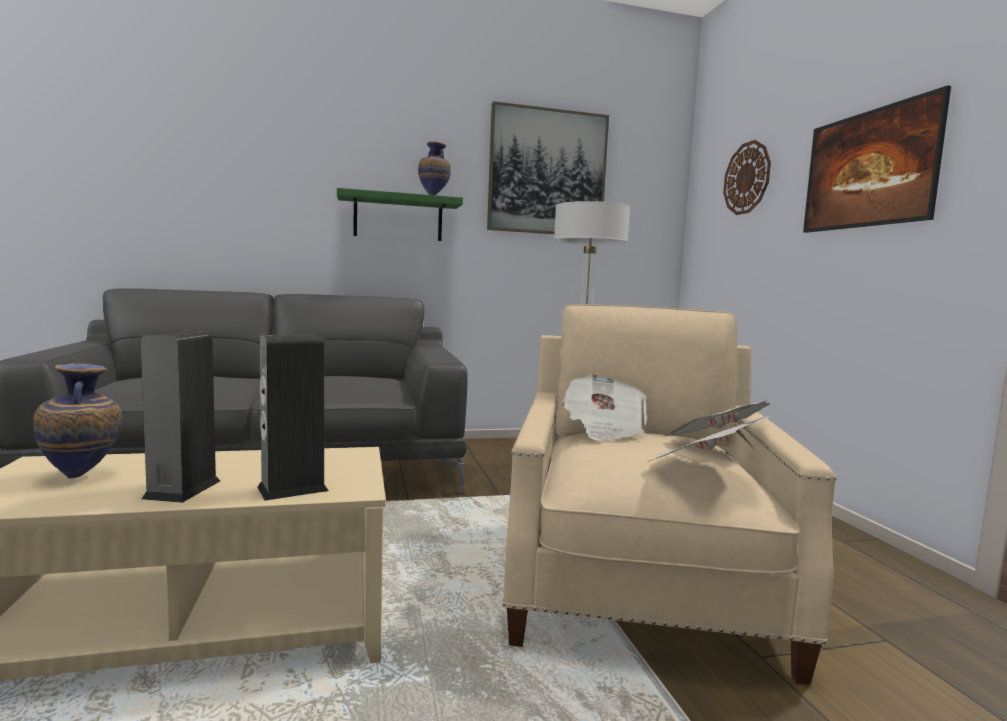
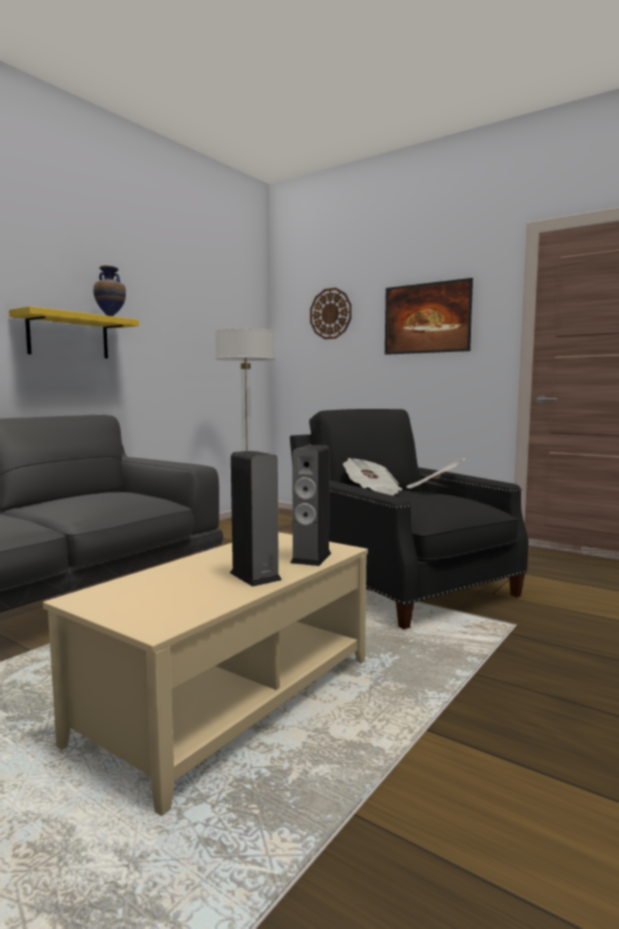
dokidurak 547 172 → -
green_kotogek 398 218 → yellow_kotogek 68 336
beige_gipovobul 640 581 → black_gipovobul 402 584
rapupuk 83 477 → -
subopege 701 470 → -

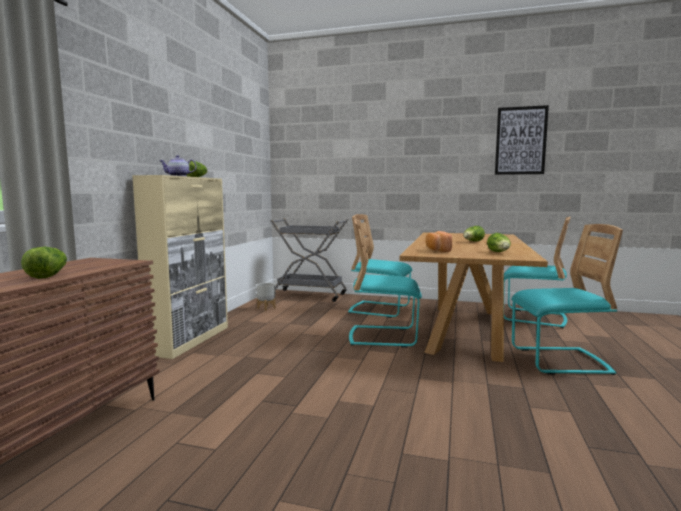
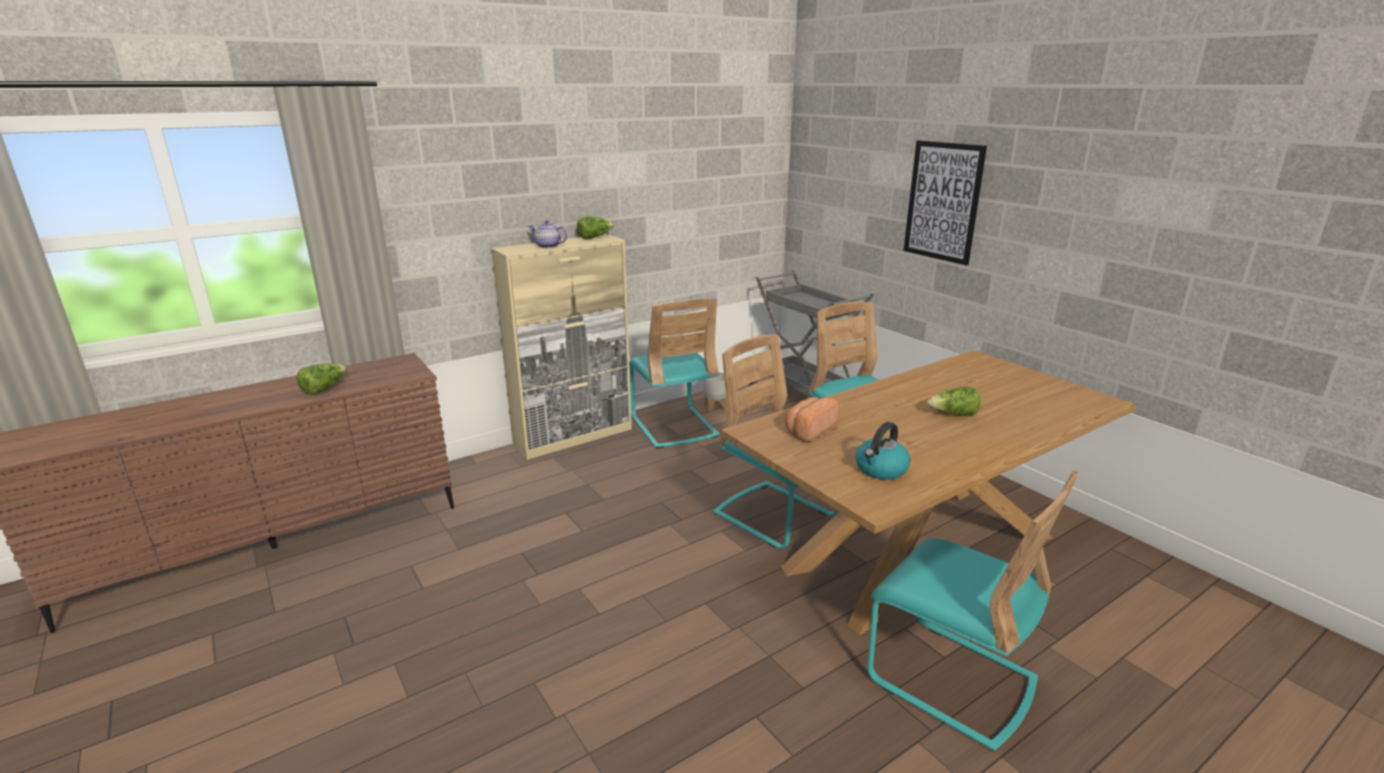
dokidurak 520 141 → dokidurak 943 202, shifted
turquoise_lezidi 533 318 → turquoise_lezidi 673 426, shifted
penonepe 499 252 → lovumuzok 881 470

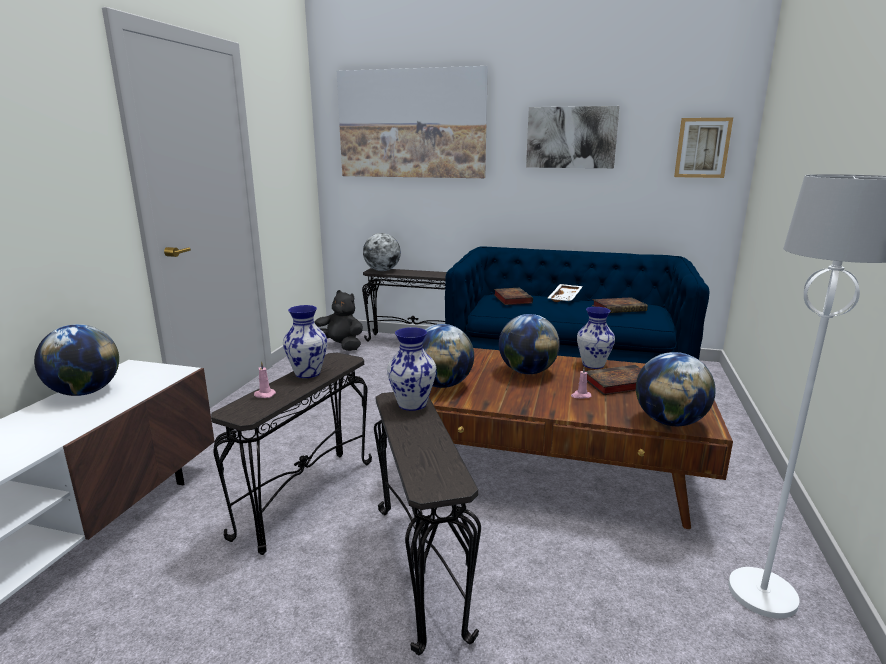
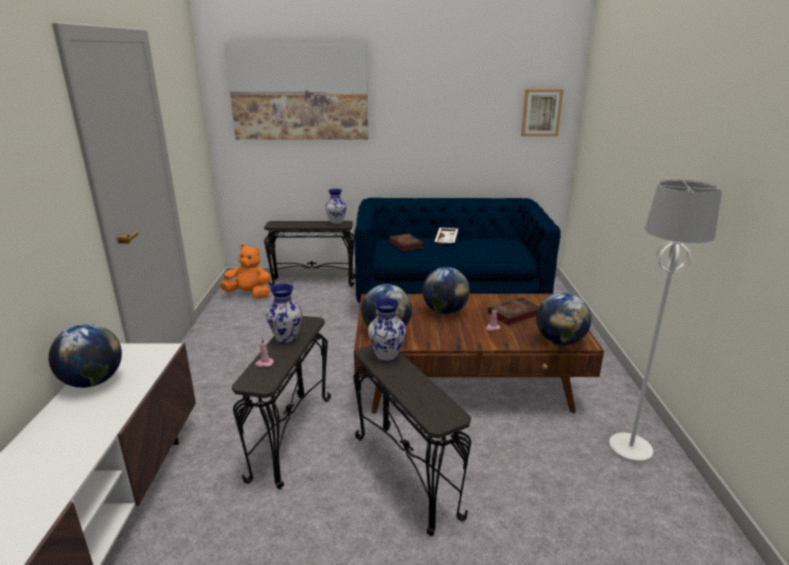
dokidurak 571 137 → -
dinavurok 382 270 → -
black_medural 340 346 → orange_medural 249 294
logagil 619 308 → -
rapupuk 592 365 → rapupuk 336 223, shifted

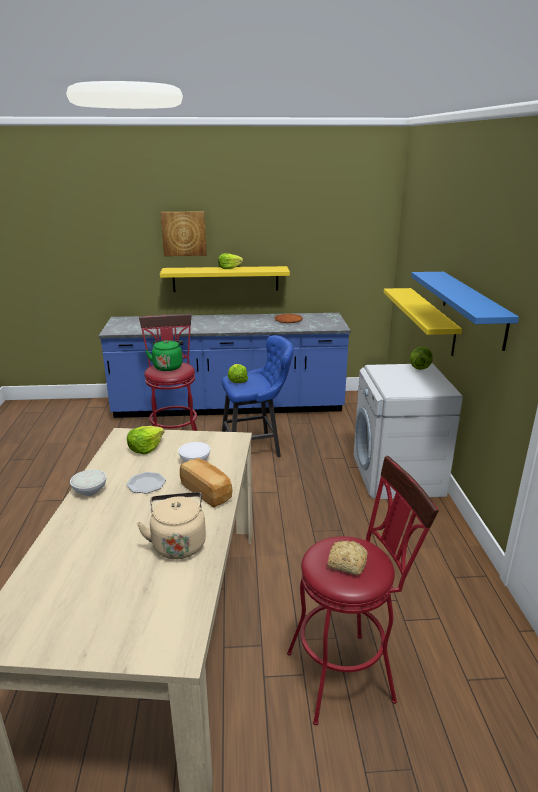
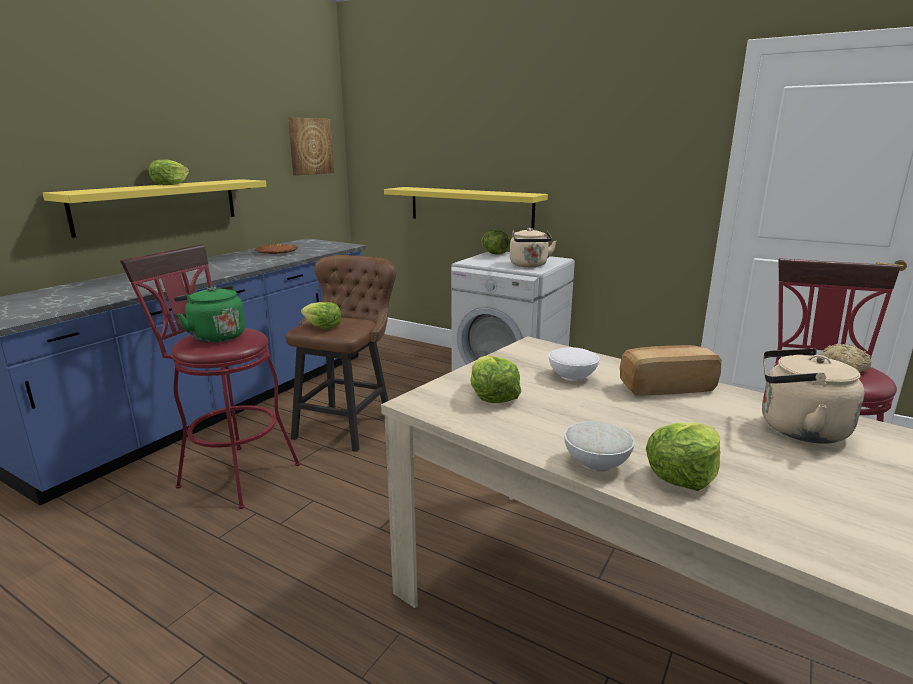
dokidurak 184 233 → dokidurak 310 146, shifted
blue_kotogek 473 308 → -
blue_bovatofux 258 447 → brown_bovatofux 349 422
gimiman 146 484 → -
- → beige_lovumuzok 529 265
- → penonepe 682 474

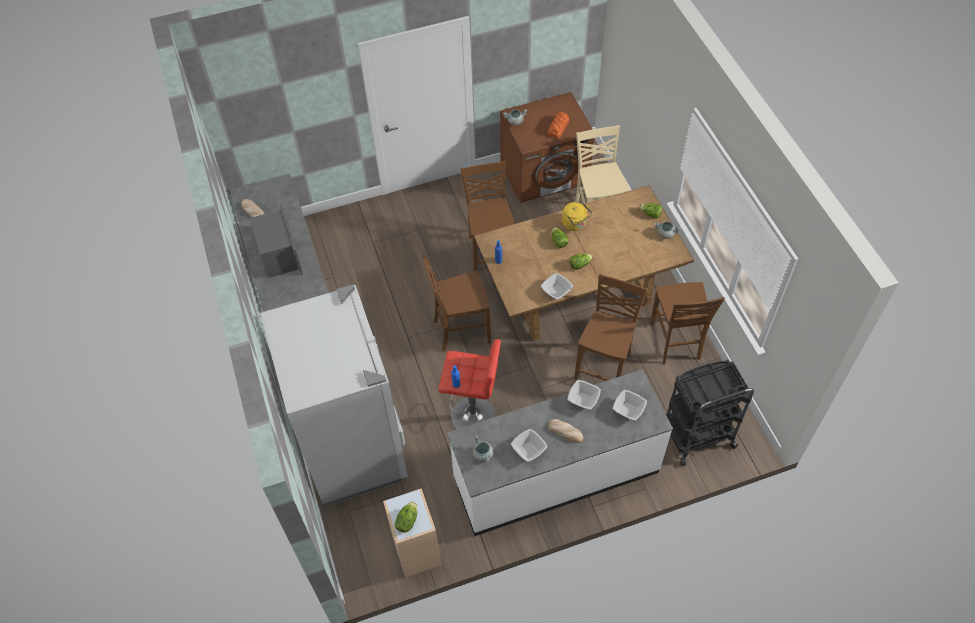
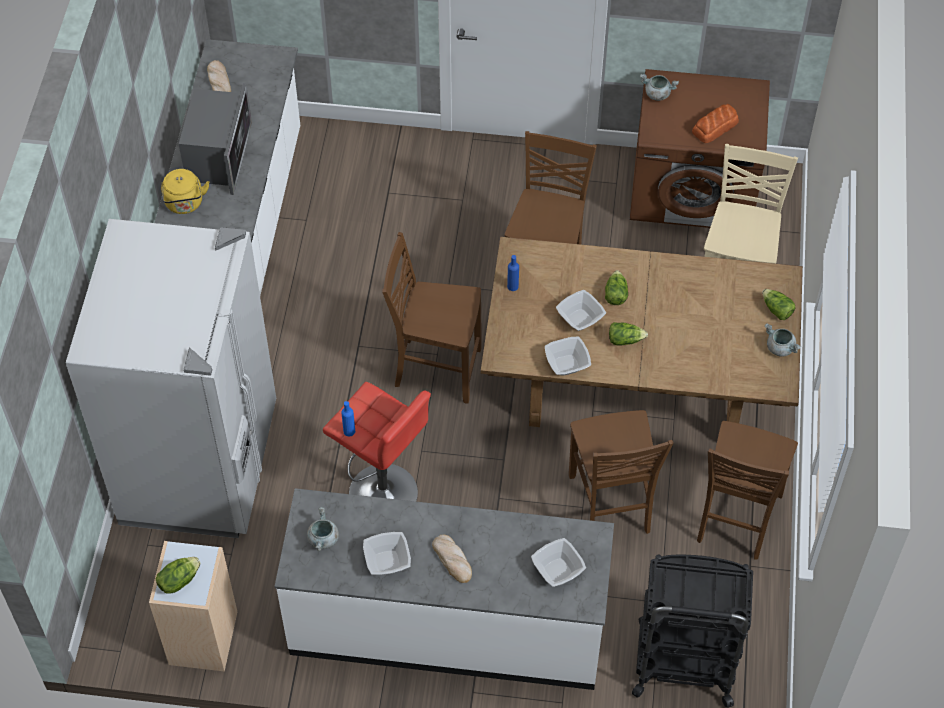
yellow_lovumuzok 575 224 → yellow_lovumuzok 185 204, shifted
brown_lezidi 604 365 → brown_lezidi 610 505, 120 degrees clockwise
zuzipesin 583 400 → zuzipesin 579 320, shifted

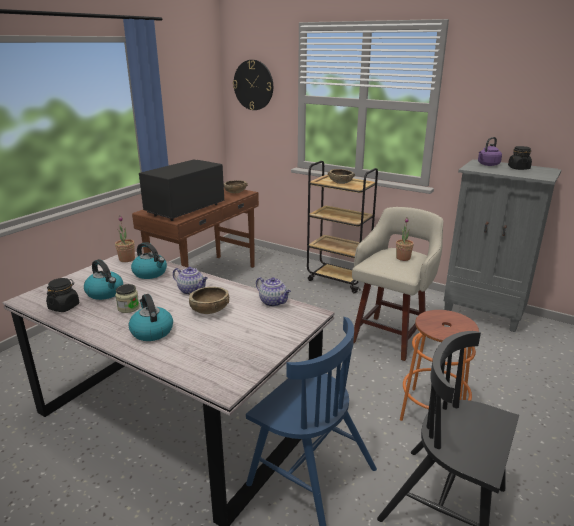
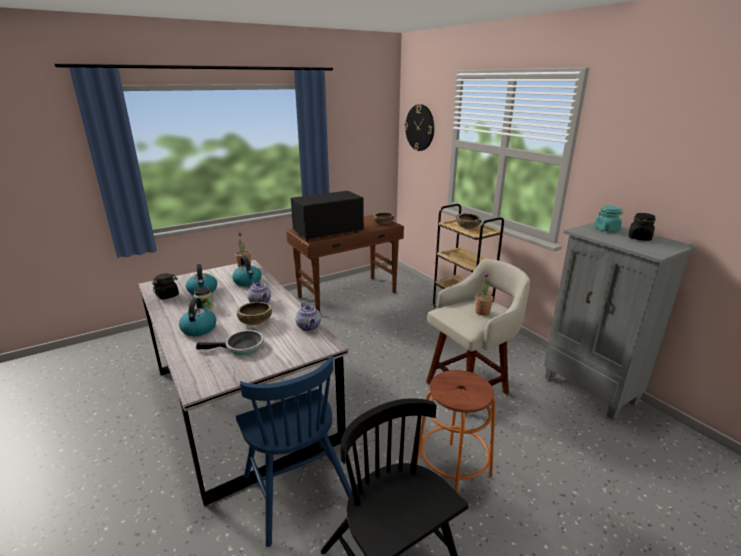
purple_lovumuzok 487 165 → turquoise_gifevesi 606 229
- → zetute 241 347

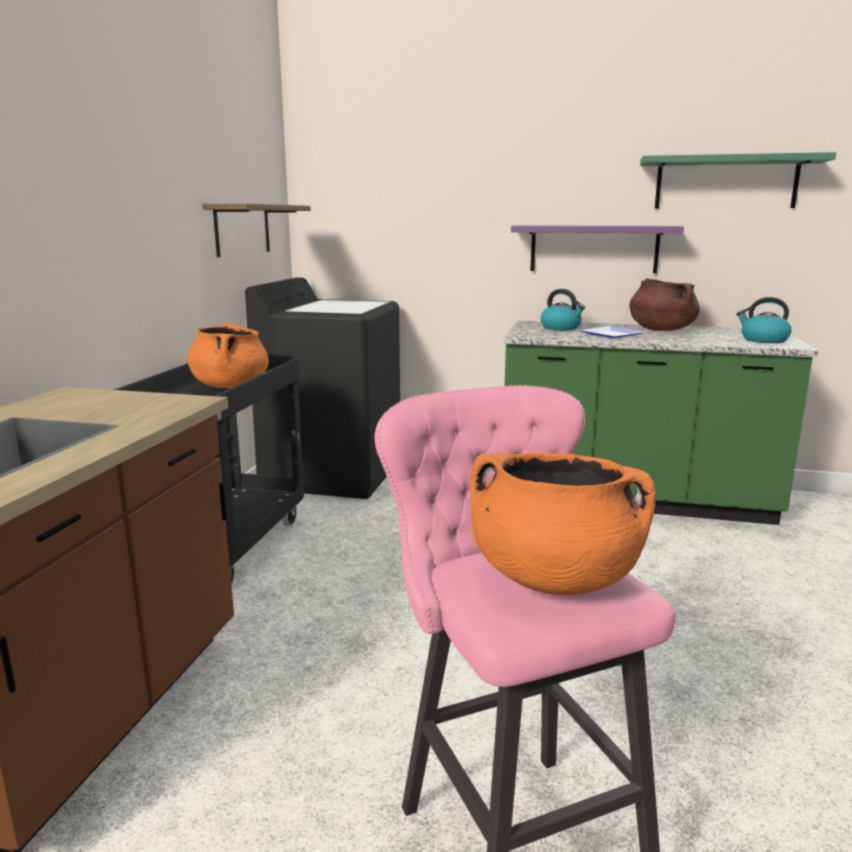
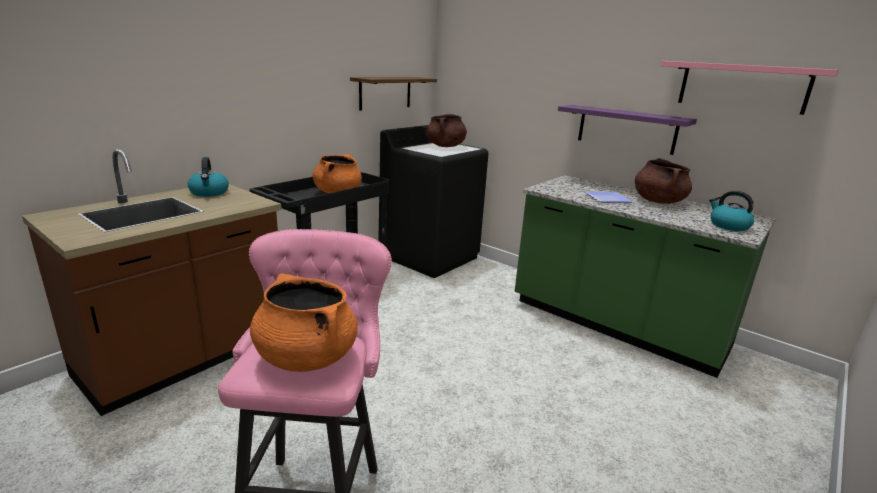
green_kotogek 726 183 → pink_kotogek 742 87
lovumuzok 561 328 → lovumuzok 209 193, shifted
- → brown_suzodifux 445 146

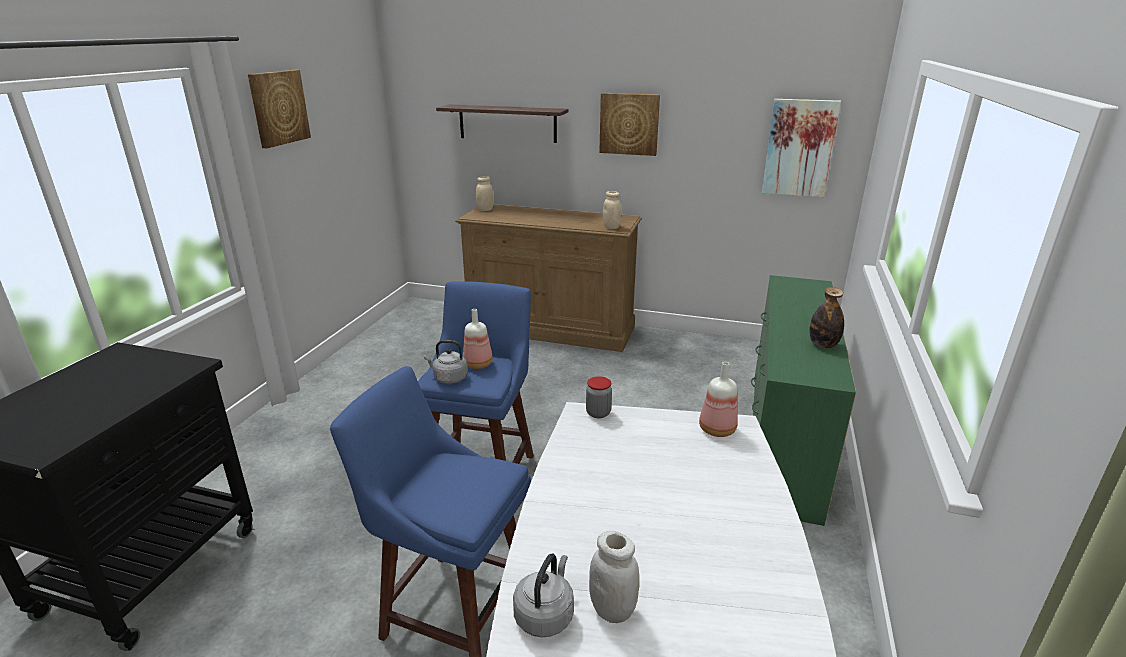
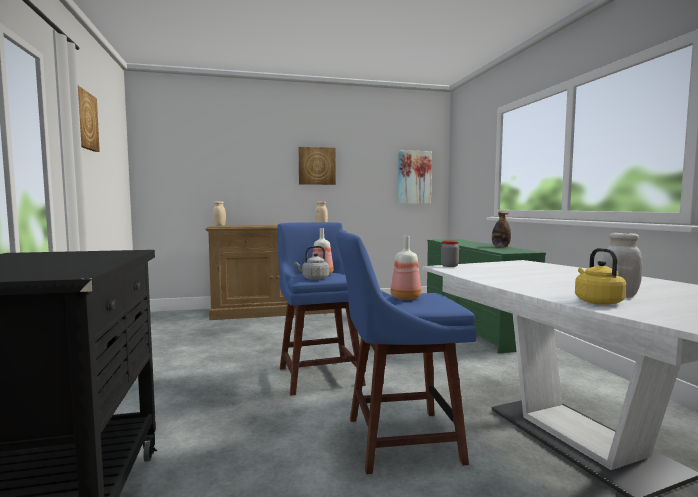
kotogek 507 123 → -
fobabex 716 430 → fobabex 405 298, shifted
grey_lovumuzok 545 614 → yellow_lovumuzok 596 301

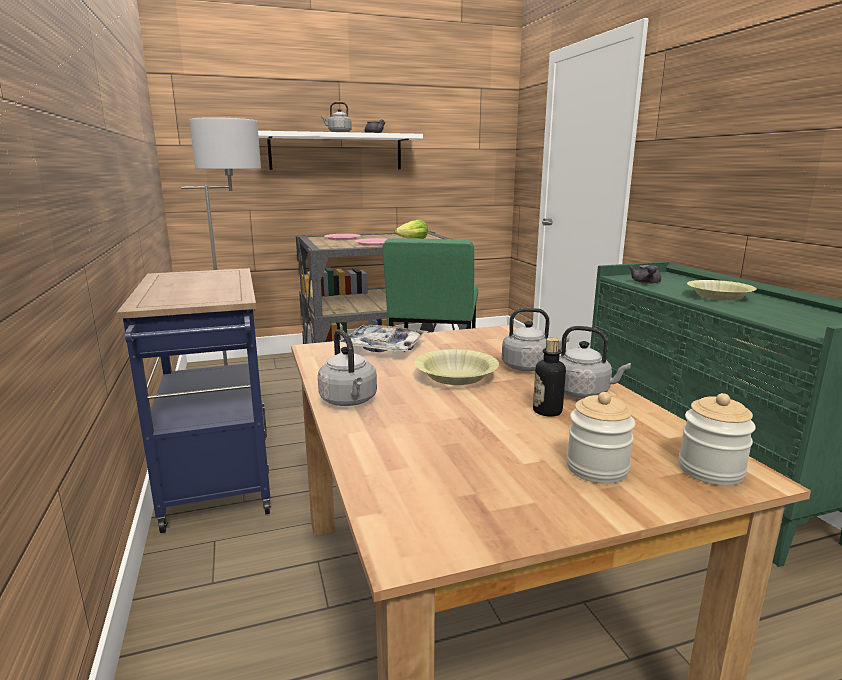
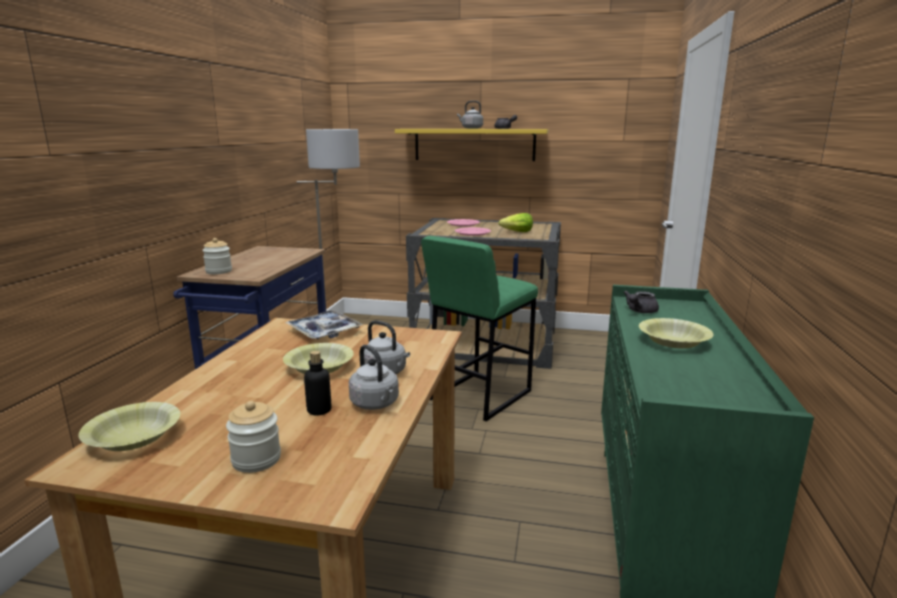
white_kotogek 336 152 → yellow_kotogek 474 144
grey_lovumuzok 349 401 → -
gifevesi 710 470 → gifevesi 219 271, shifted
- → yellow_zuzipesin 134 438

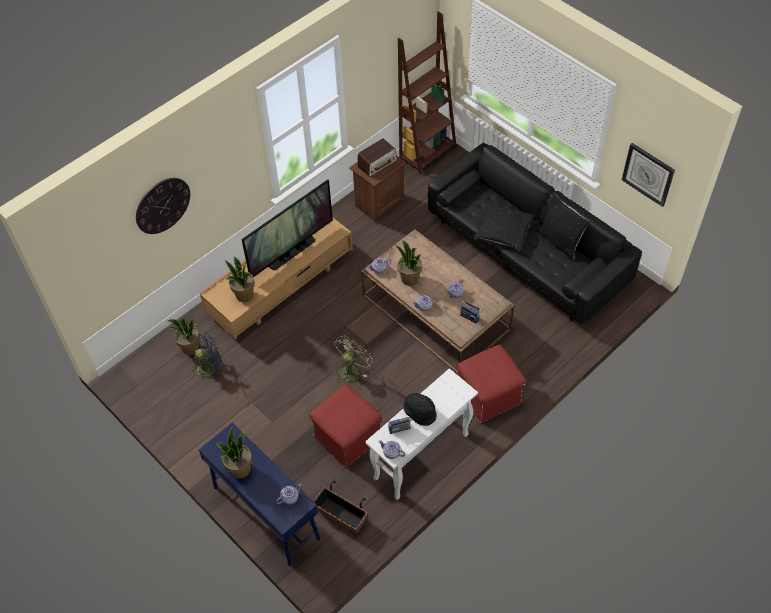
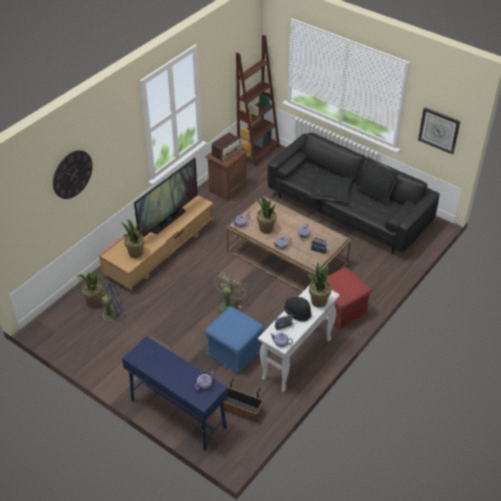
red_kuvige 347 437 → blue_kuvige 234 351
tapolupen 239 469 → tapolupen 318 301, shifted

